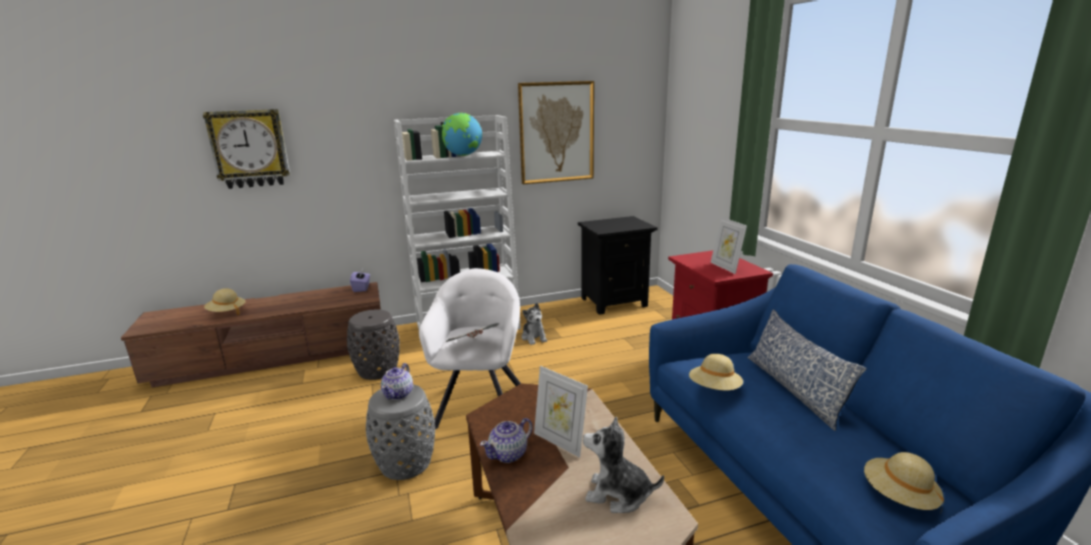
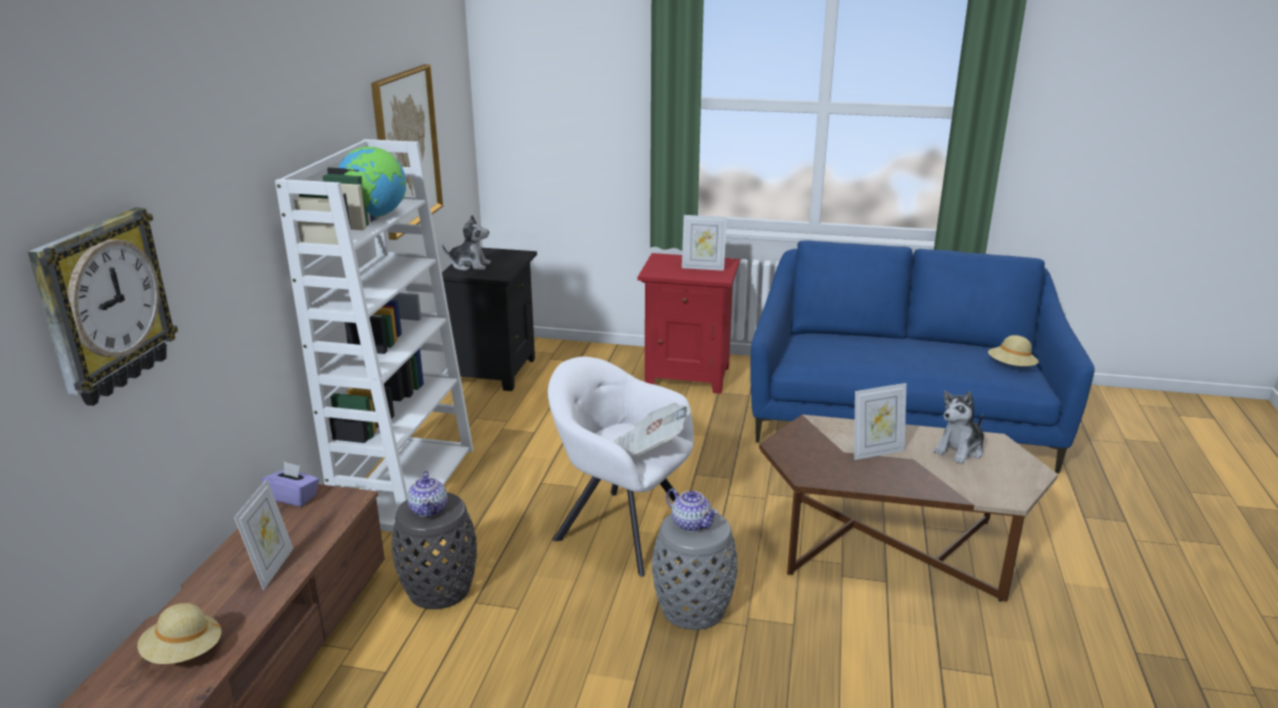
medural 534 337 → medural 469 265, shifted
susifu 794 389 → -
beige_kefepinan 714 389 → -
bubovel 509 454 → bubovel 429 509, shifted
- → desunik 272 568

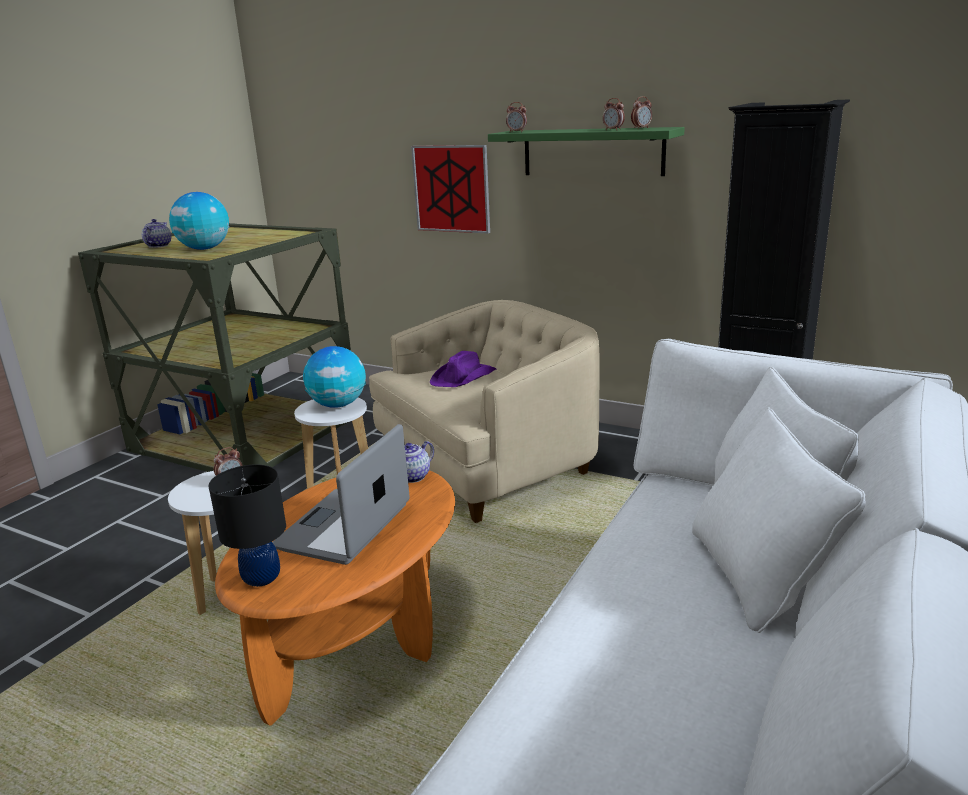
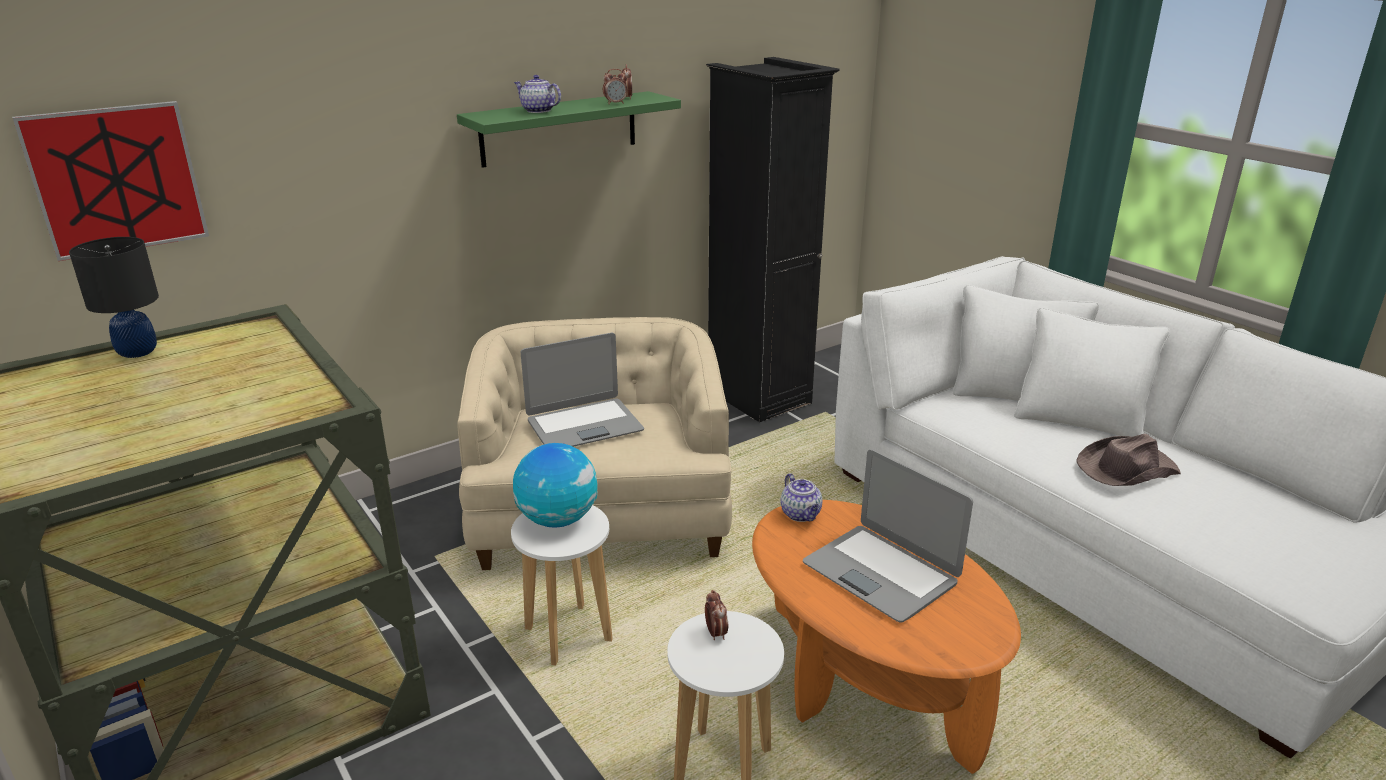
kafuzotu 516 132 → -
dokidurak 451 189 → dokidurak 116 179, shifted
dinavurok 204 249 → -
bubovel 158 245 → bubovel 537 110, shifted
purple_kefepinan 464 378 → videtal 584 425
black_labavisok 262 580 → black_labavisok 140 353, shifted
- → brown_kefepinan 1126 469

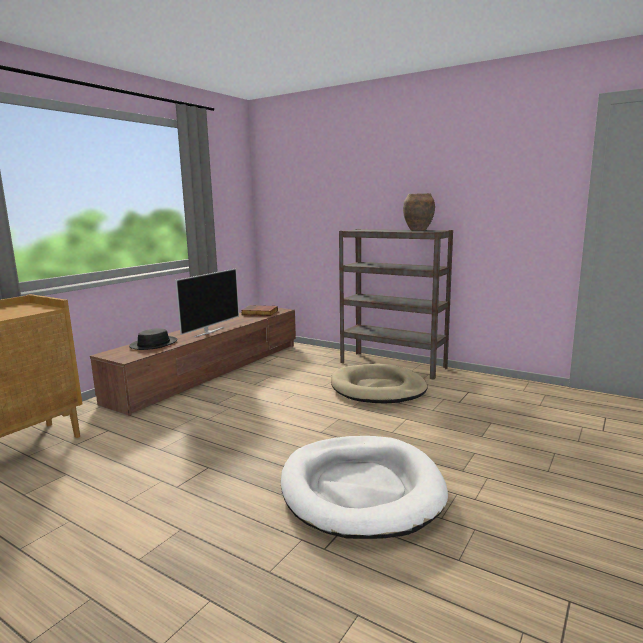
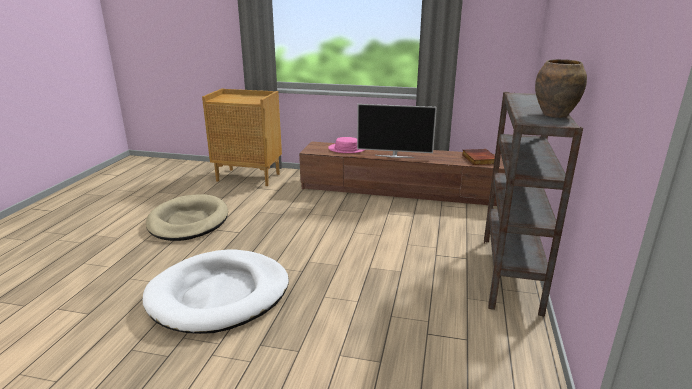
black_kefepinan 154 344 → pink_kefepinan 347 149
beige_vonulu 378 388 → beige_vonulu 188 221, shifted

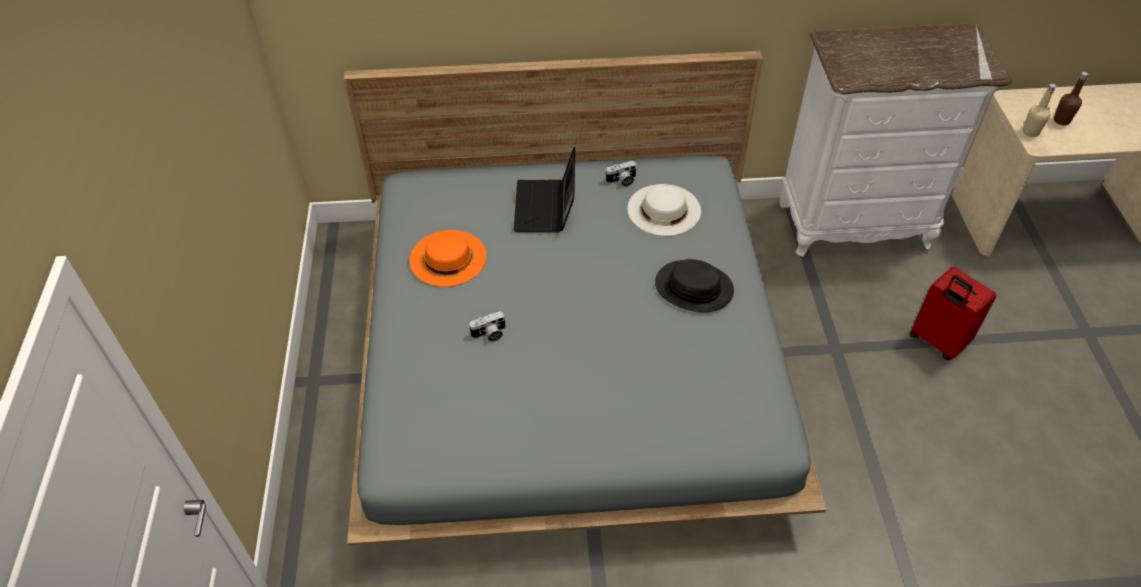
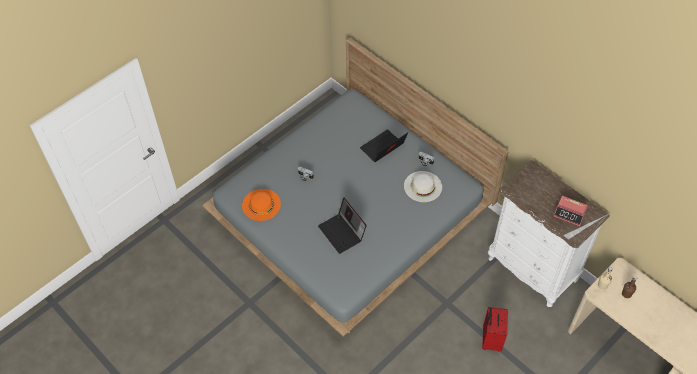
orange_kefepinan 448 258 → orange_kefepinan 261 204, shifted
black_kefepinan 694 287 → -
- → kafuzotu 570 213
- → videtal 342 233

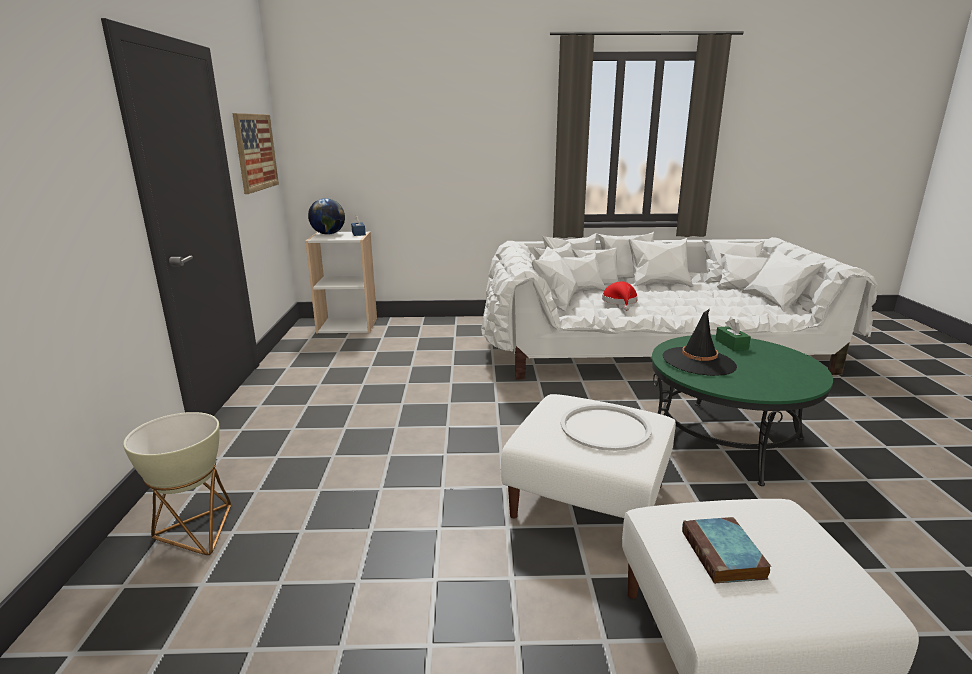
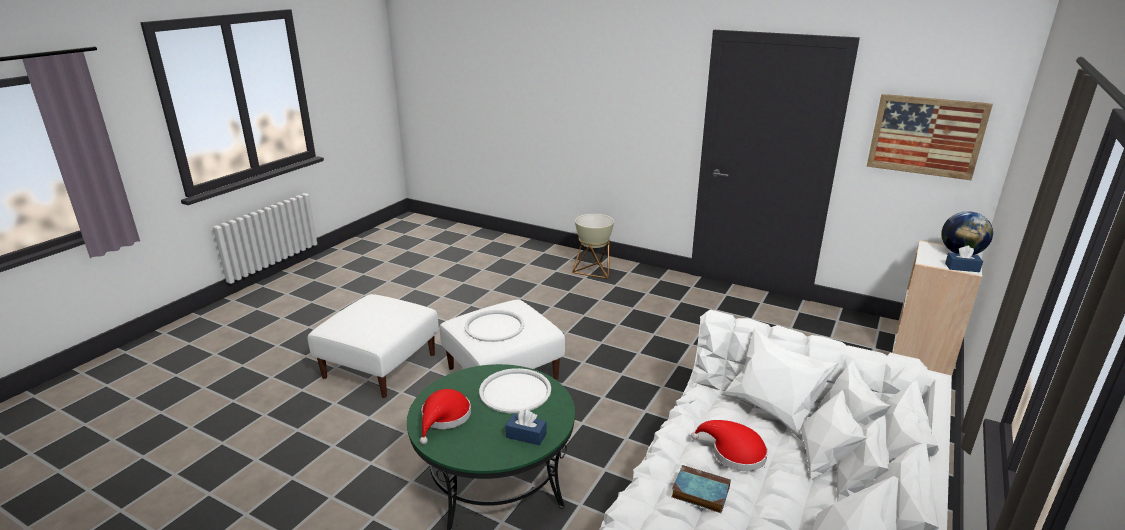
black_kefepinan 698 362 → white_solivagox 515 391
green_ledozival 731 344 → blue_ledozival 526 435
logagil 724 556 → logagil 699 492, shifted
- → red_kefepinan 444 418

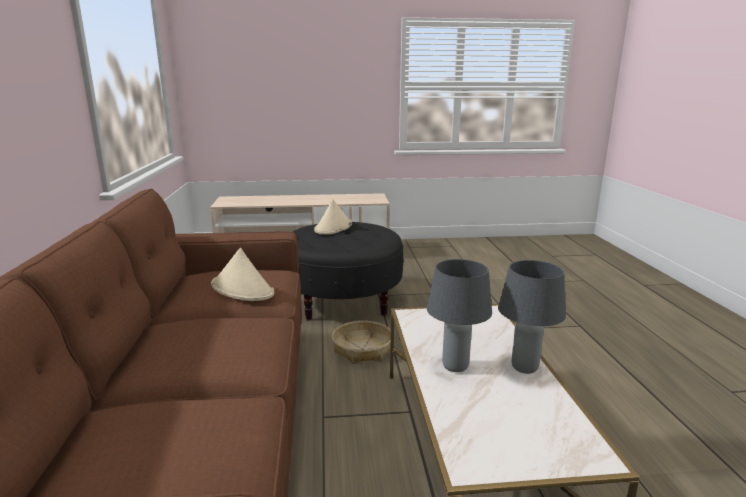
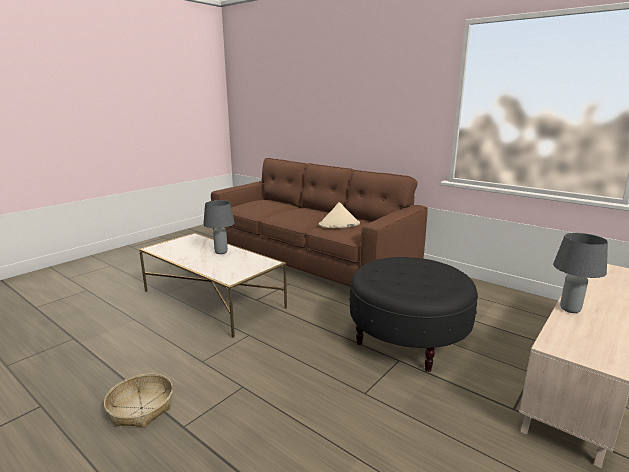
beige_kefepinan 333 227 → -
grey_labavisok 525 368 → grey_labavisok 569 309, shifted
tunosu 362 349 → tunosu 141 408, shifted

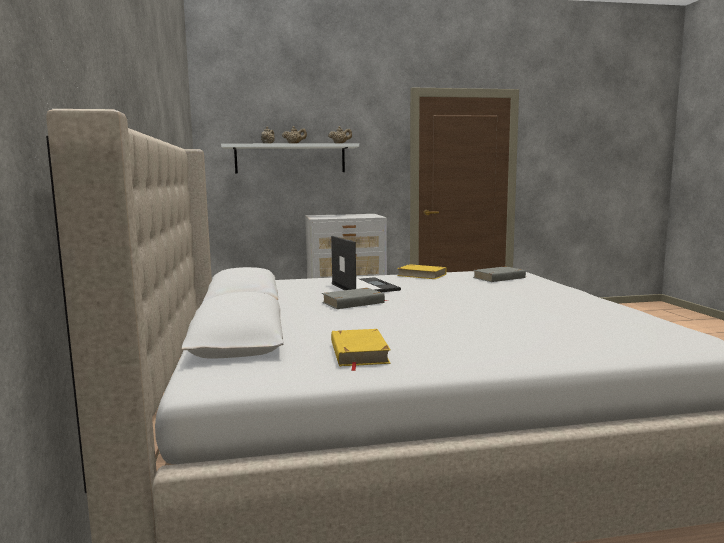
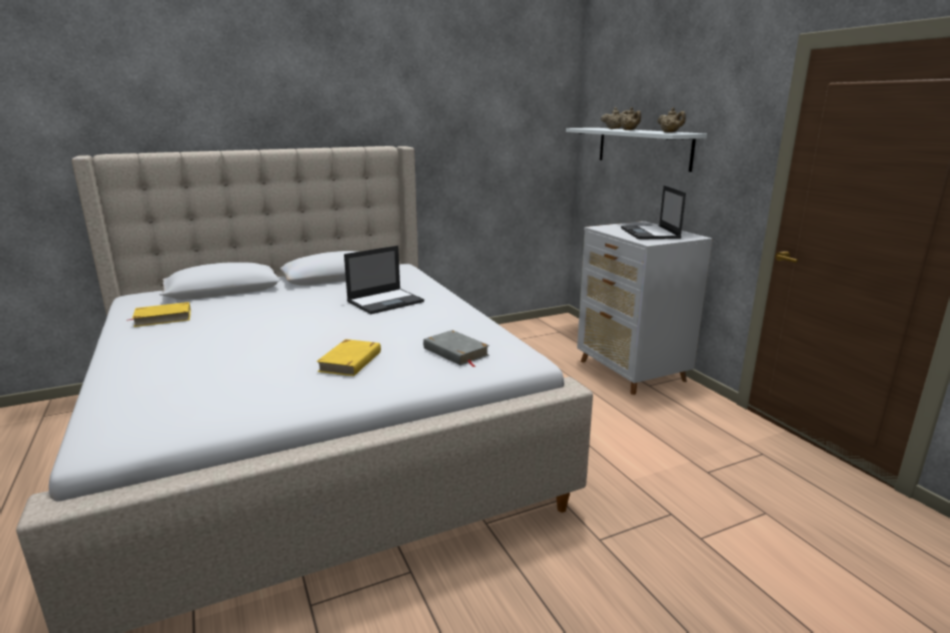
yellow_logagil 421 275 → yellow_logagil 351 361, shifted
grey_logagil 353 303 → -
- → videtal 650 233

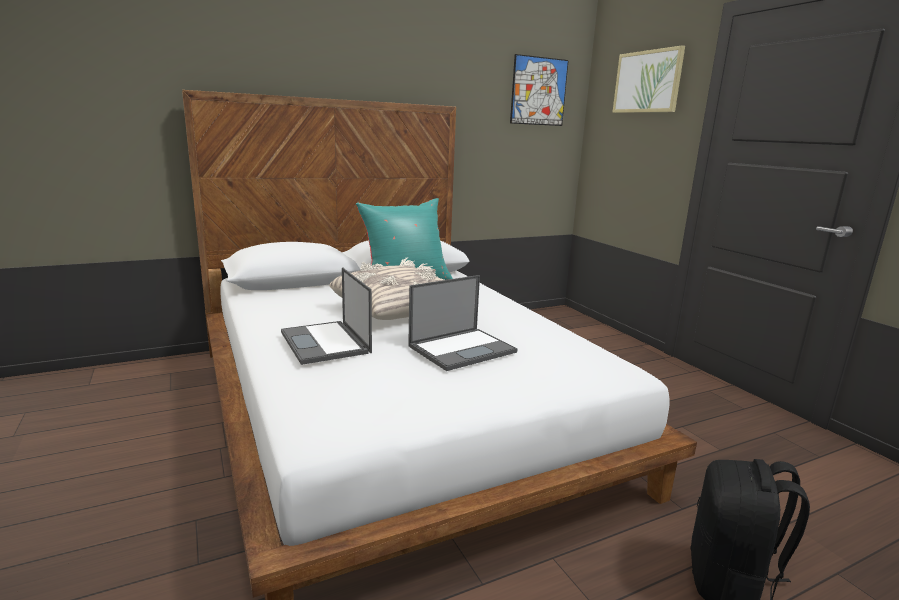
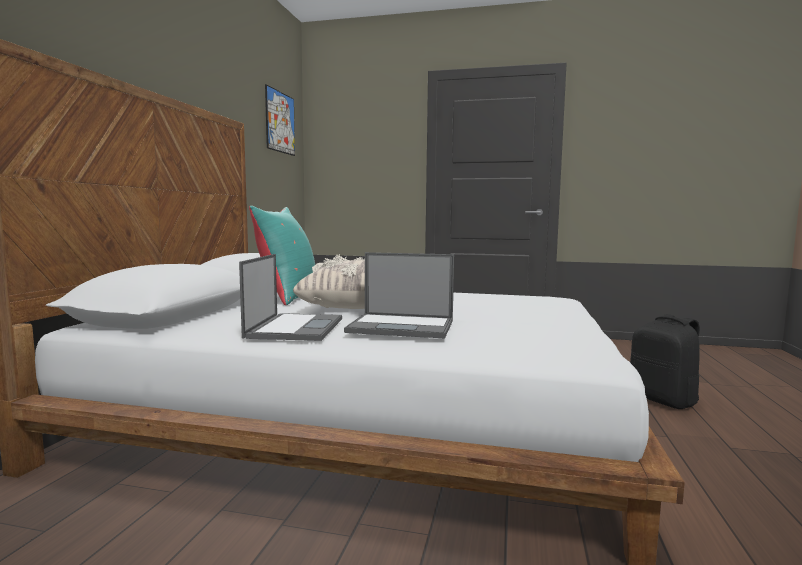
dokidurak 647 82 → -
videtal 463 349 → videtal 295 327, shifted

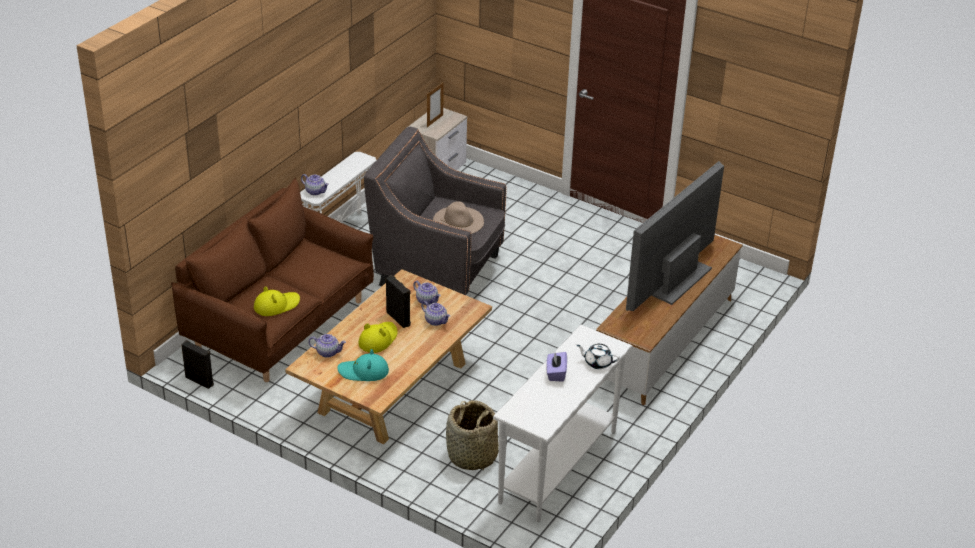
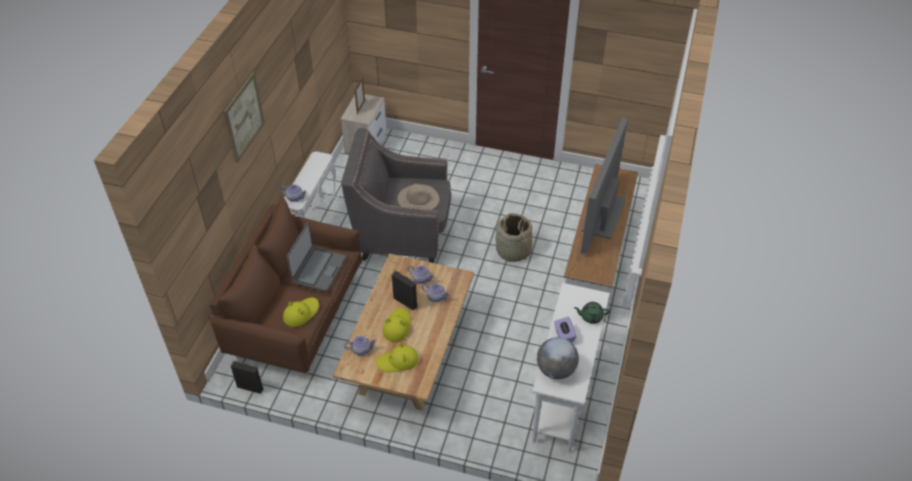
white_bubovel 597 362 → green_bubovel 591 316
turquoise_kefepinan 363 372 → yellow_kefepinan 398 361
tunosu 472 456 → tunosu 513 251, shifted
- → dokidurak 243 117
- → videtal 318 270
- → dinavurok 555 370

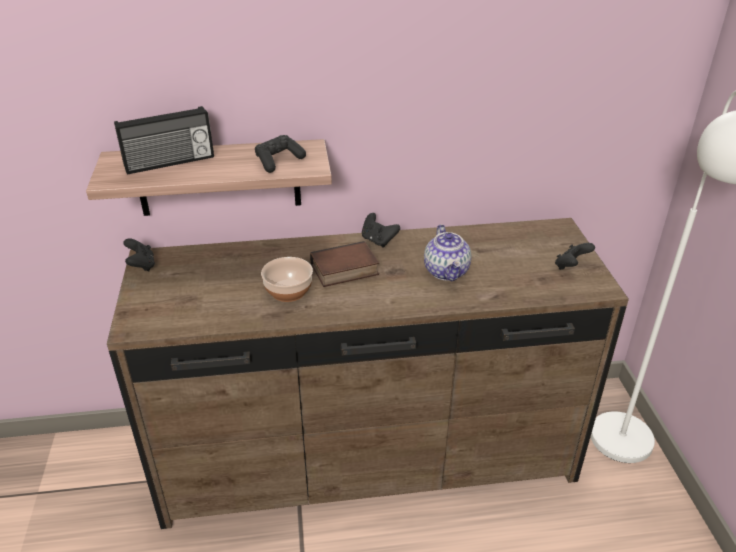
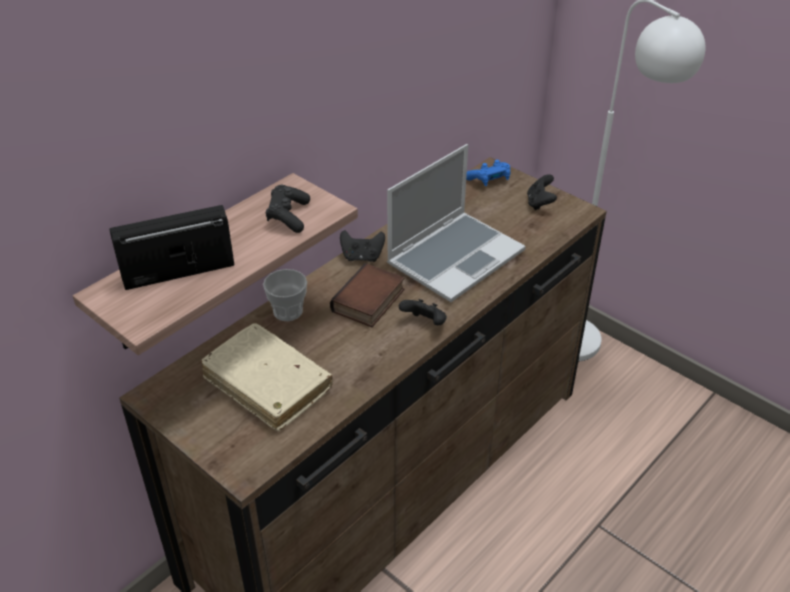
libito 170 163 → libito 178 270, 135 degrees counterclockwise
bubovel 447 272 → videtal 455 257
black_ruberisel 141 266 → black_ruberisel 425 323, shifted
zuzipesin 289 291 → -
- → blue_ruberisel 489 180
- → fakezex 288 311
- → beige_logagil 267 384

